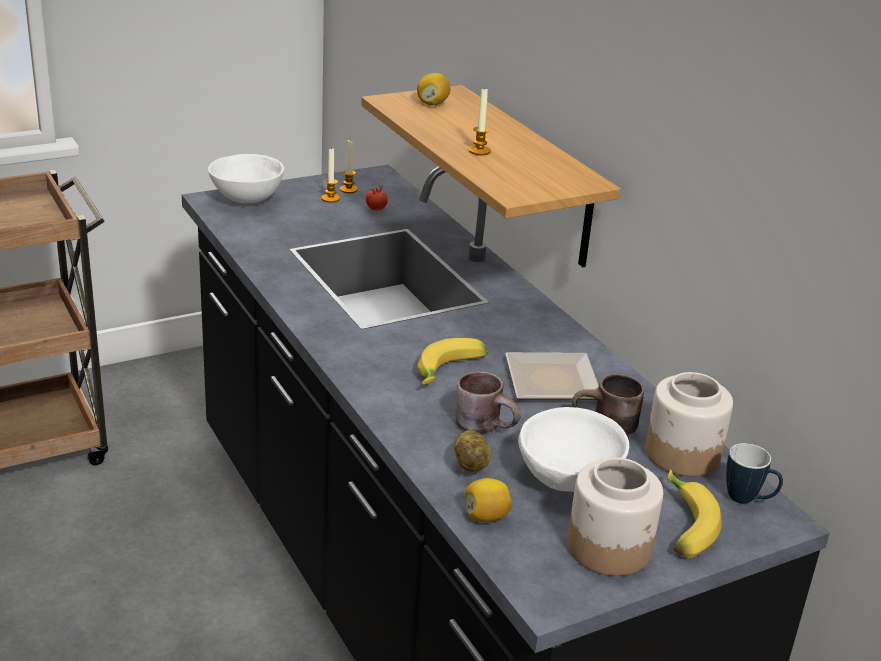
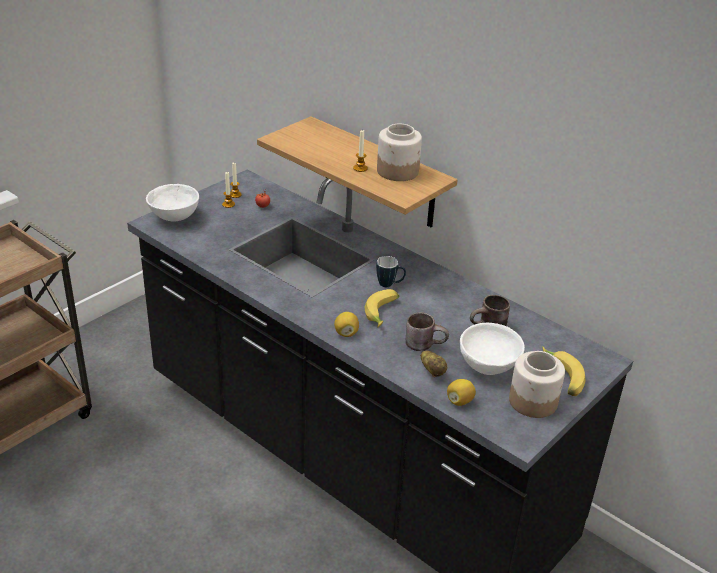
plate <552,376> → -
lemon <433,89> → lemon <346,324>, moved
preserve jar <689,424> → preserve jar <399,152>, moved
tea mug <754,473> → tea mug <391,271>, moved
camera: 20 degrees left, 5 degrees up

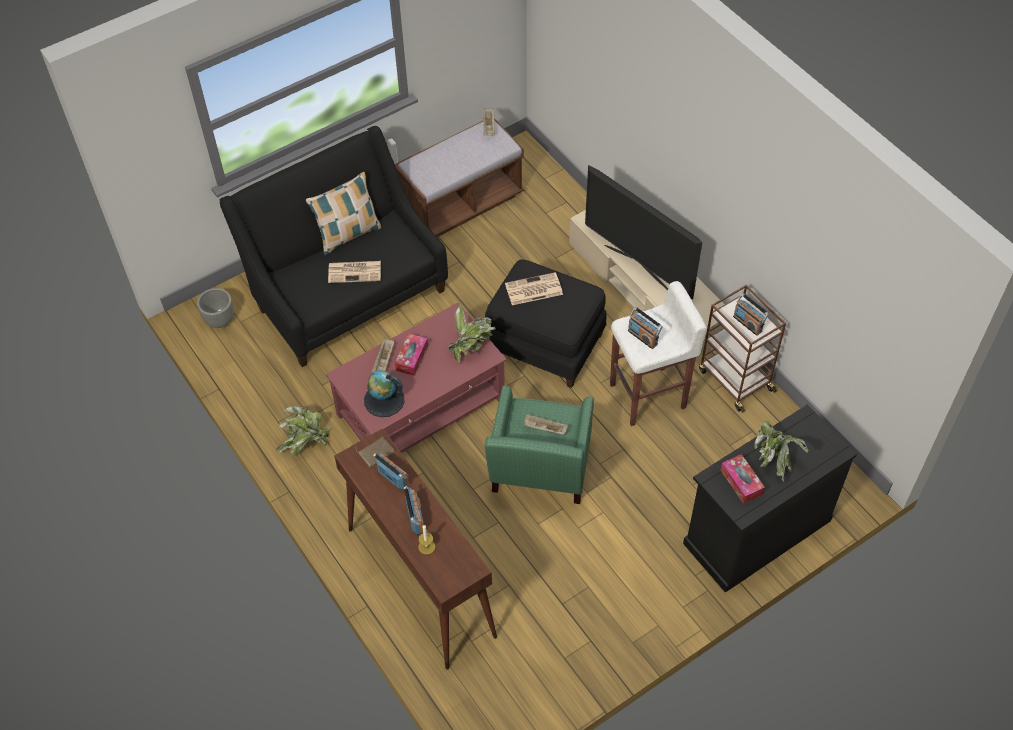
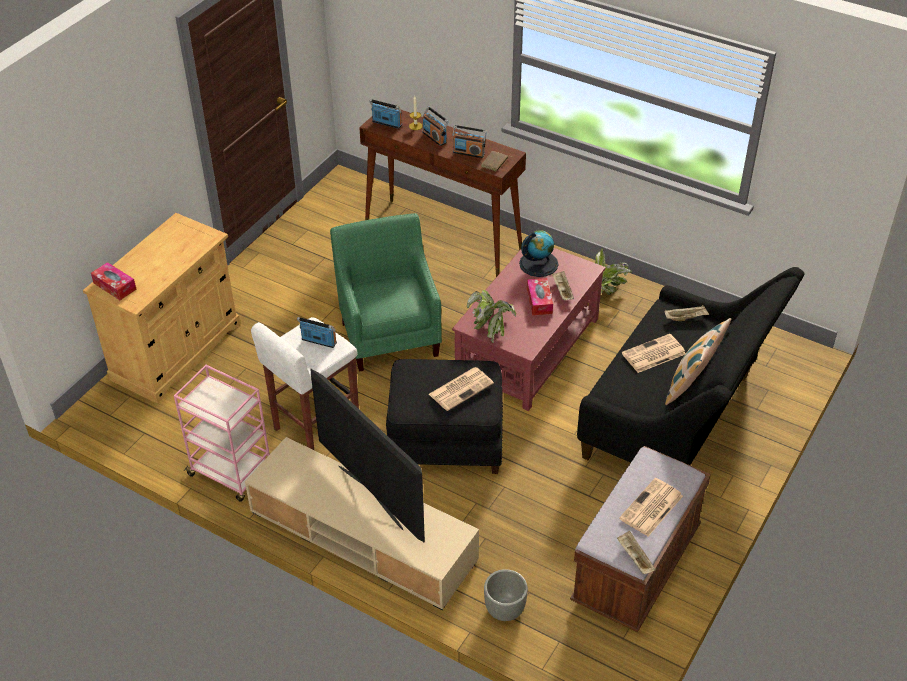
potted plant <781,450> → -
- → daily paper <651,507>
grey flower pot <215,308> → grey flower pot <506,595>, moved
sand-coloured serving tray <546,424> → sand-coloured serving tray <687,313>, moved
tissue box <742,479> → tissue box <113,281>, moved
radio set <751,314> → radio set <385,114>, moved
black-coloured storage cabinet <770,499> → sand-coloured storage cabinet <161,308>
brown-coloured cart <742,349> → pinkish cart <222,433>
TV <643,232> → TV <367,455>, 150 degrees counterclockwise
camera: 155 degrees right, 10 degrees down

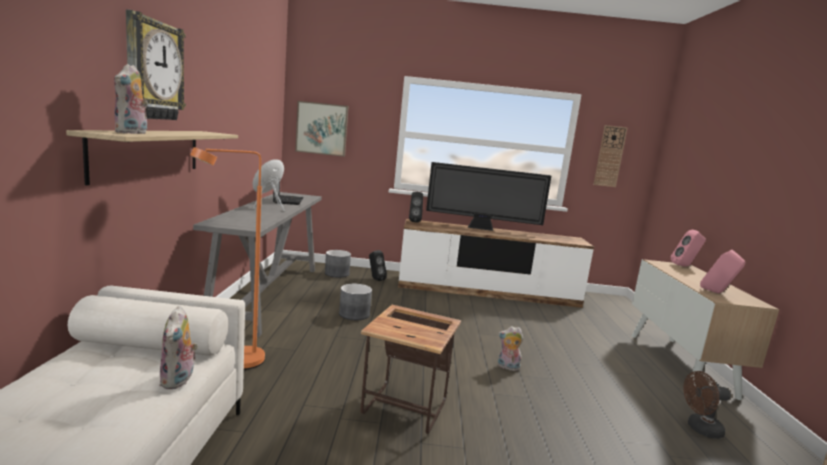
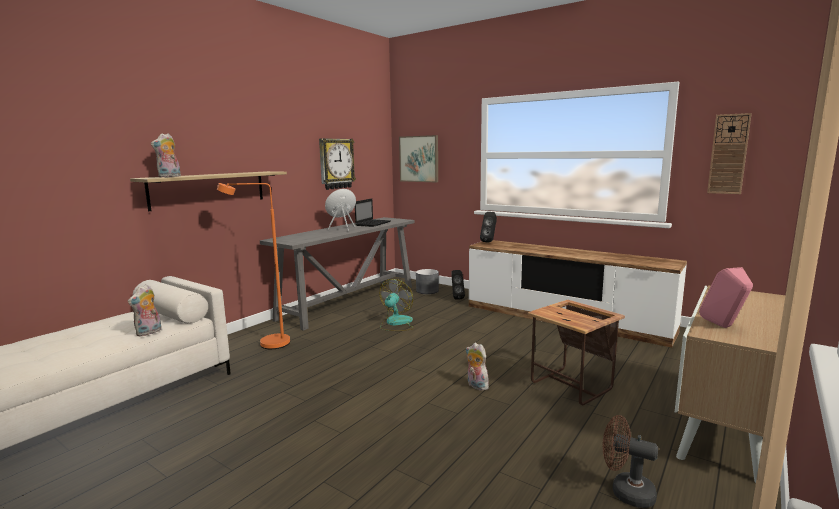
TV <488,196> → -
pinkish loudspeaker <688,248> → -
wall clock <156,65> → wall clock <337,164>, moved
end table <411,369> → end table <576,352>, moved
grey flower pot <355,302> → fan <396,305>
camera: 35 degrees right, 0 degrees up

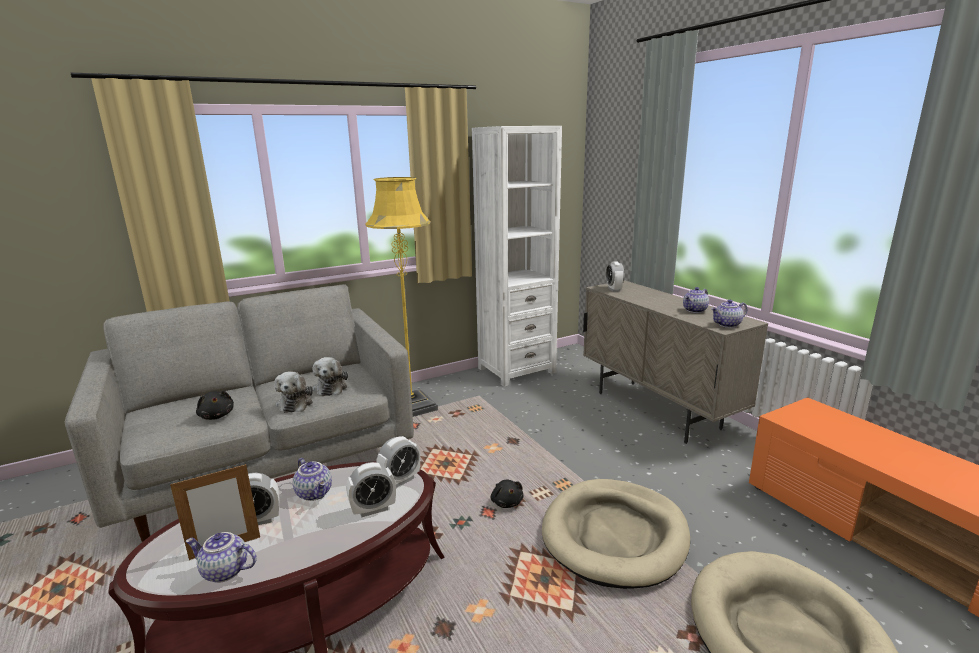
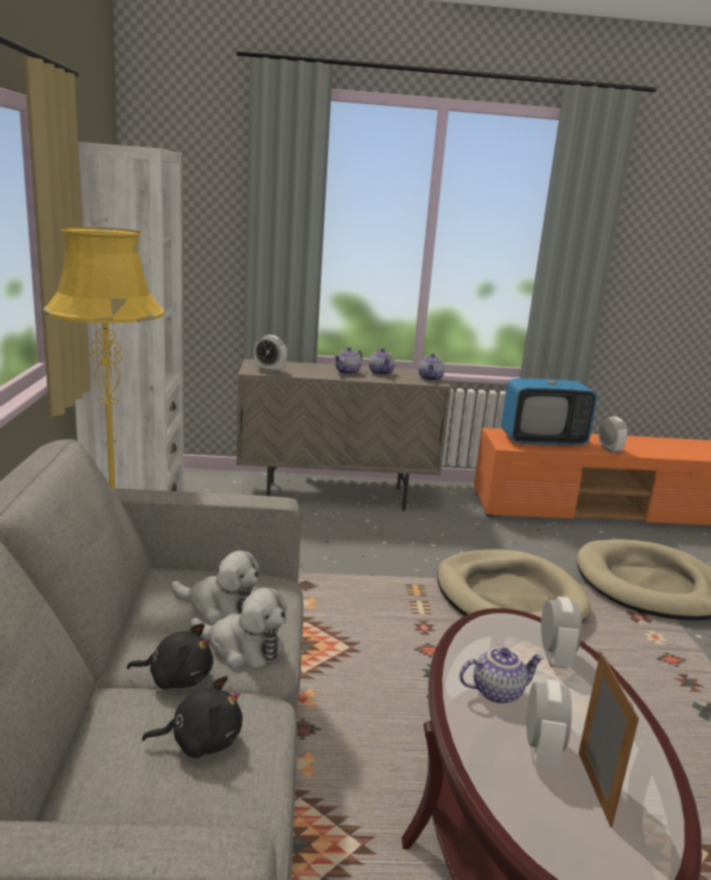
- → TV <549,394>
pot for tea <221,557> → pot for tea <348,361>, moved
alarm clock <398,462> → alarm clock <613,434>, moved
black-coloured cuddly toy <507,494> → black-coloured cuddly toy <170,656>, moved
camera: 65 degrees left, 0 degrees up

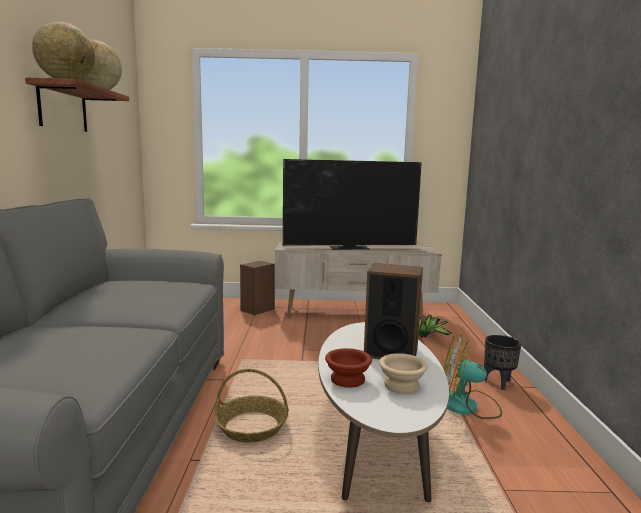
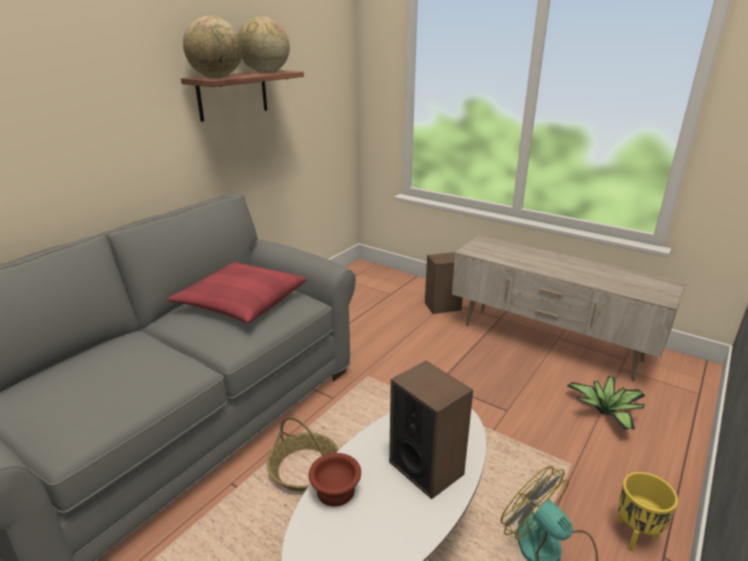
TV <352,204> → -
sand-coloured deep dish <403,373> → -
- → red cushion <237,292>
black-coloured flower pot <502,362> → yellowish flower pot <648,512>
camera: 35 degrees right, 15 degrees up

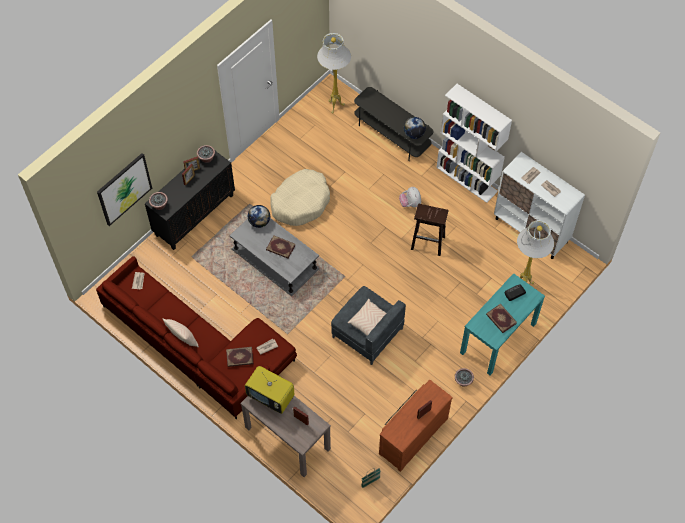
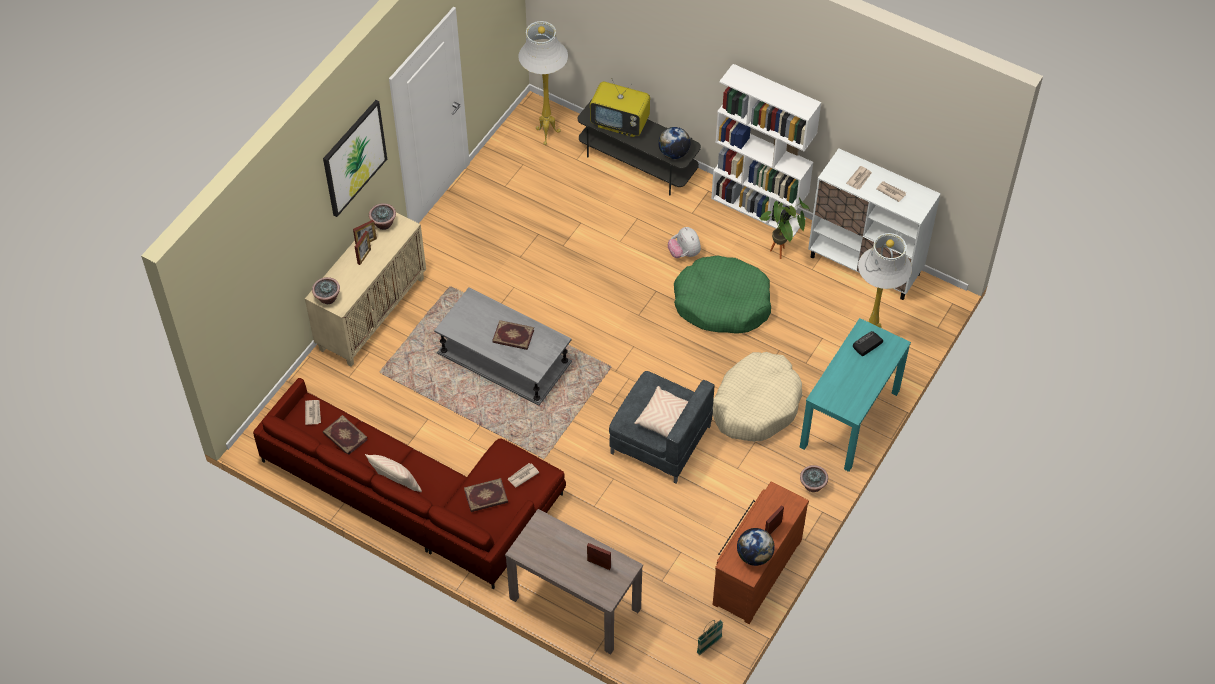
- → potted plant <785,228>
picture <124,189> → picture <355,158>, moved
TV <269,390> → TV <620,107>, moved
desk globe <259,216> → desk globe <756,547>, moved
sand-coloured dog cushion <300,197> → sand-coloured dog cushion <758,397>, moved
book <501,318> → book <345,435>, moved
brown-coloured stool <429,230> → green-coloured dog cushion <722,294>
black-coloured storage cabinet <190,200> → sand-coloured storage cabinet <365,289>
camera: 10 degrees left, 5 degrees down

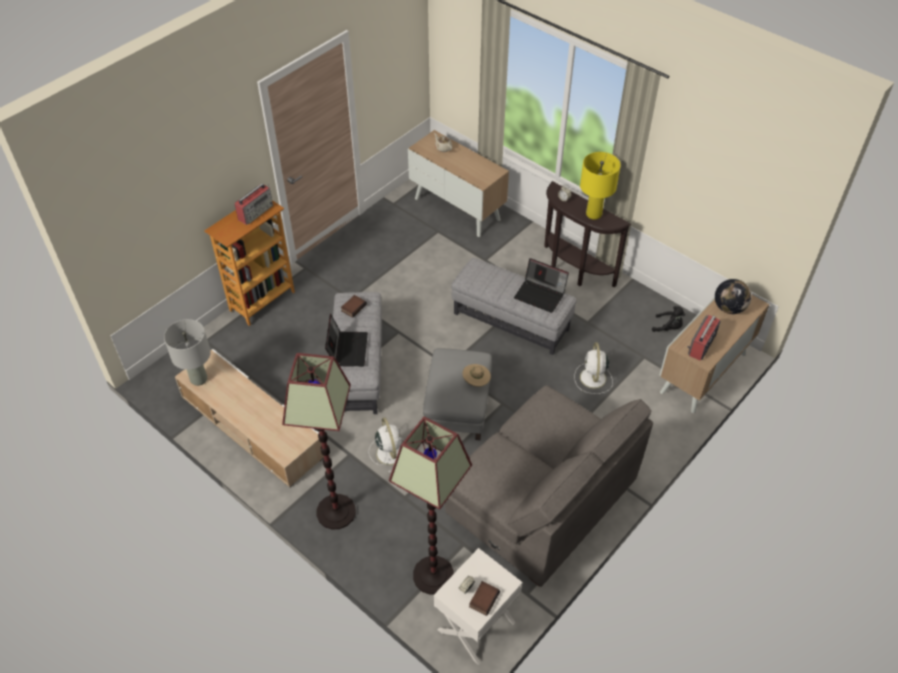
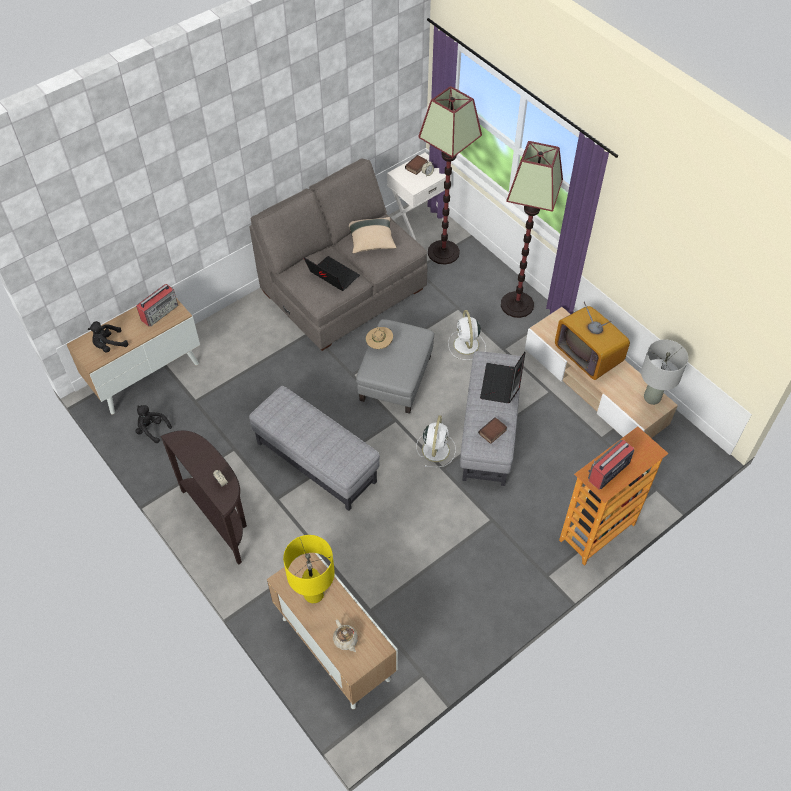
- → sand-coloured cushion <373,235>
- → TV <592,341>
laptop <541,285> → laptop <332,273>, moved
whitish fan <593,368> → whitish fan <436,441>, moved
yellowish lamp for a table <600,186> → yellowish lamp for a table <309,569>, moved
desk globe <733,296> → black-coloured cuddly toy <108,337>
camera: 170 degrees left, 5 degrees up

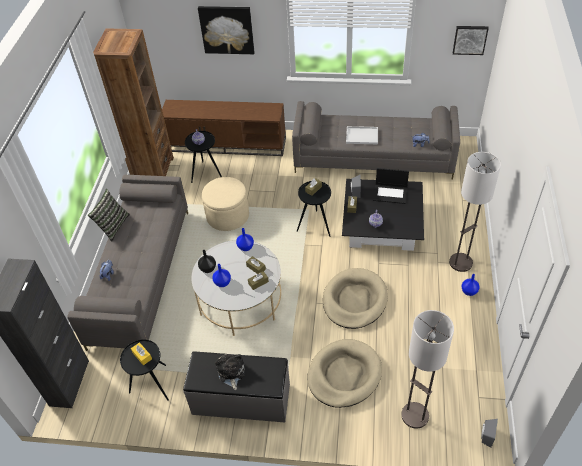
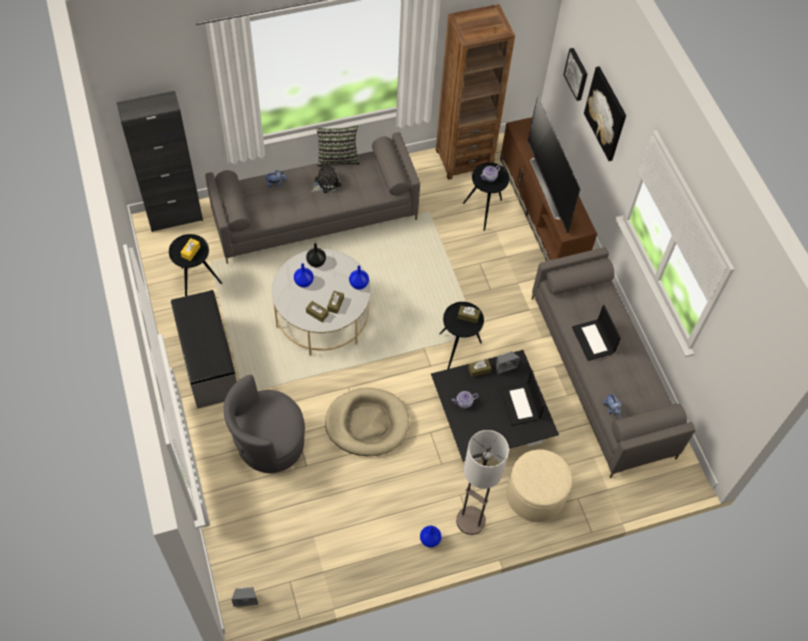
floor lamp <427,369> → -
- → TV <554,164>
sand-coloured pouffe <225,204> → sand-coloured pouffe <539,485>, moved
cuddly toy <230,372> → cuddly toy <326,177>, moved
picture <471,40> → picture <576,74>, moved
sand-coloured dog cushion <345,373> → grey lounge chair <264,424>
whitish serving tray <362,135> → laptop <596,333>
camera: 60 degrees right, 10 degrees up

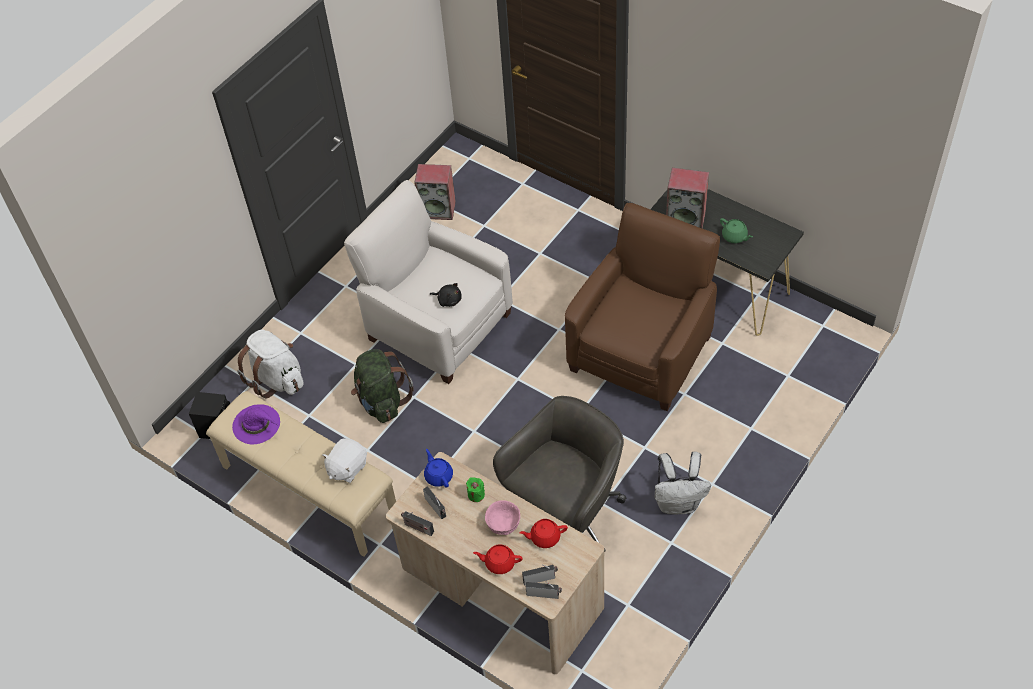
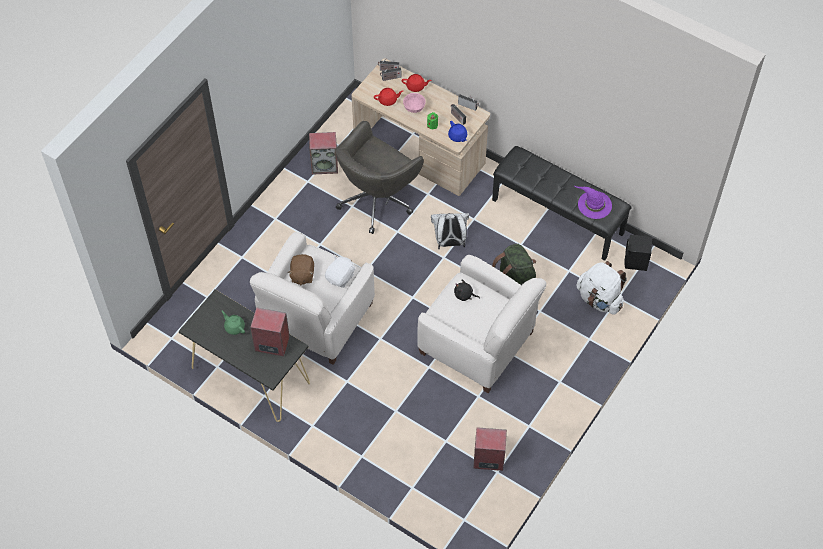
- → brown-coloured cuddly toy <301,269>
- → loudspeaker <323,153>
whitish cuddly toy <344,460> → whitish cuddly toy <340,271>, moved
whitish rucksack <683,483> → whitish rucksack <450,231>, moved
sand-coloured indoor bench <301,474> → black-coloured indoor bench <562,203>
brown-coloured lounge chair <642,307> → whitish lounge chair <312,298>
camera: 175 degrees right, 5 degrees up

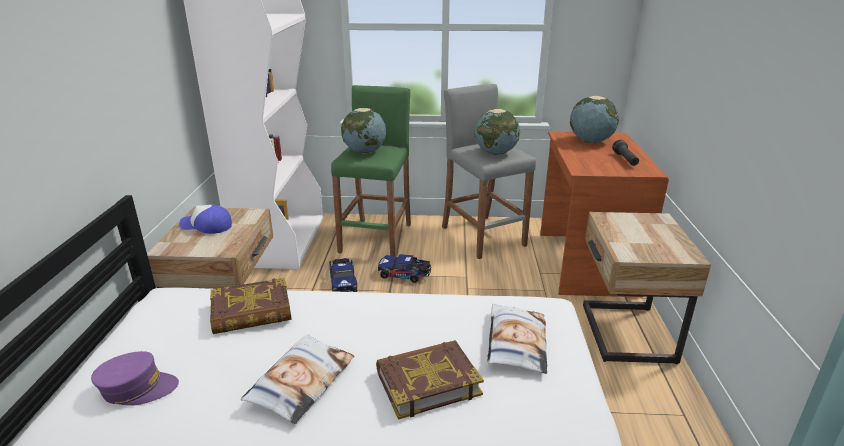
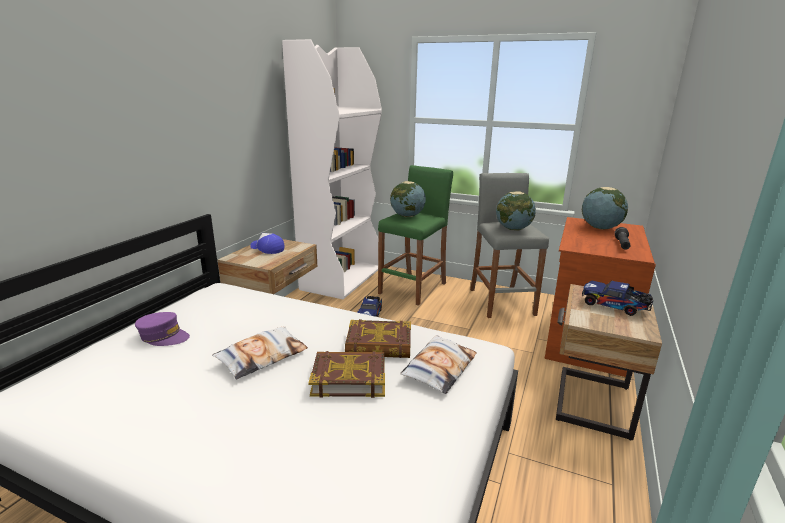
book <251,306> → book <378,338>, moved
toy truck <404,268> → toy truck <617,298>, moved
camera: 20 degrees right, 5 degrees down

